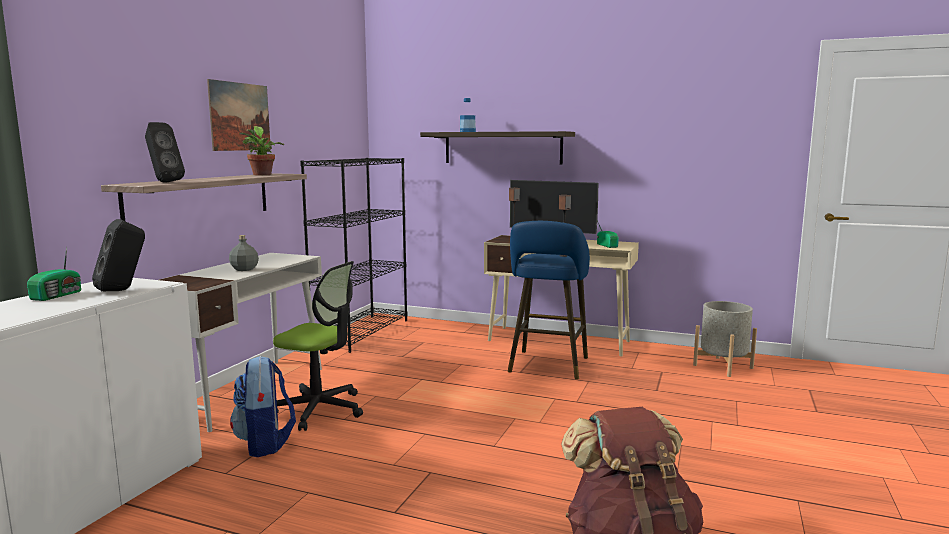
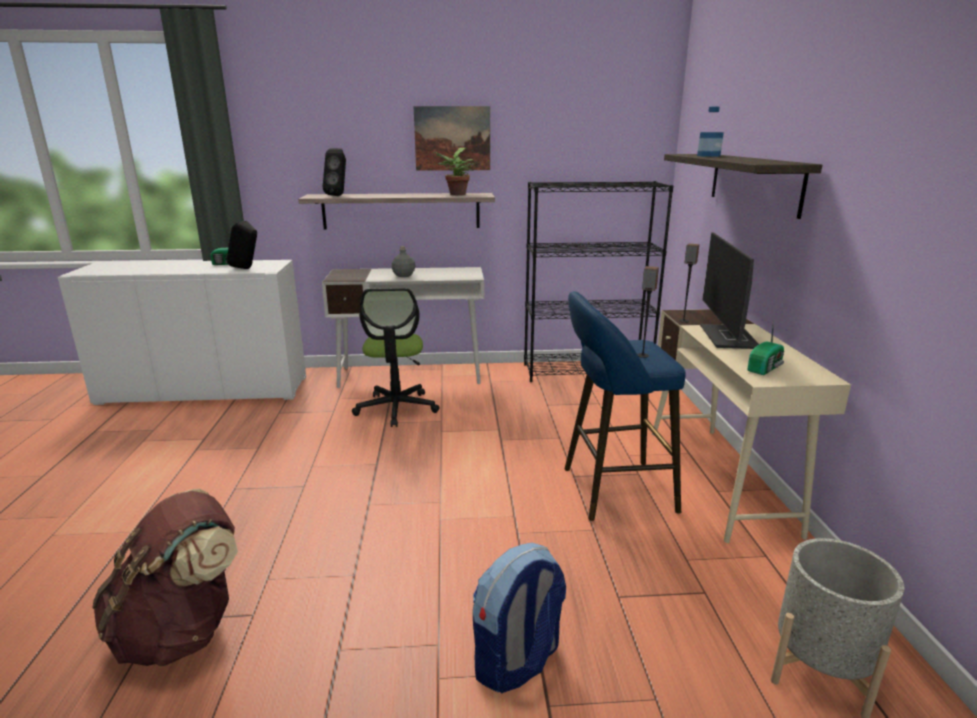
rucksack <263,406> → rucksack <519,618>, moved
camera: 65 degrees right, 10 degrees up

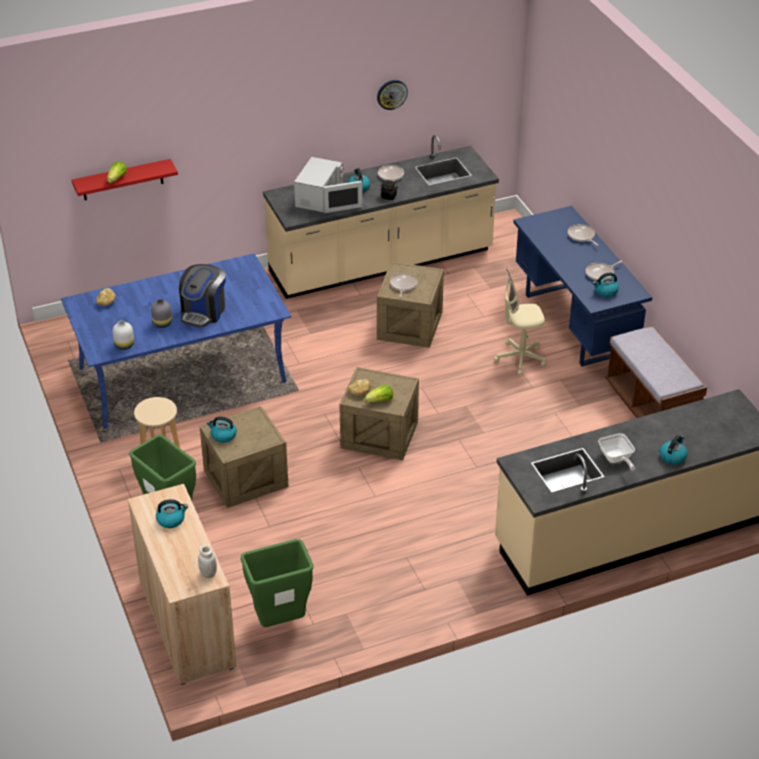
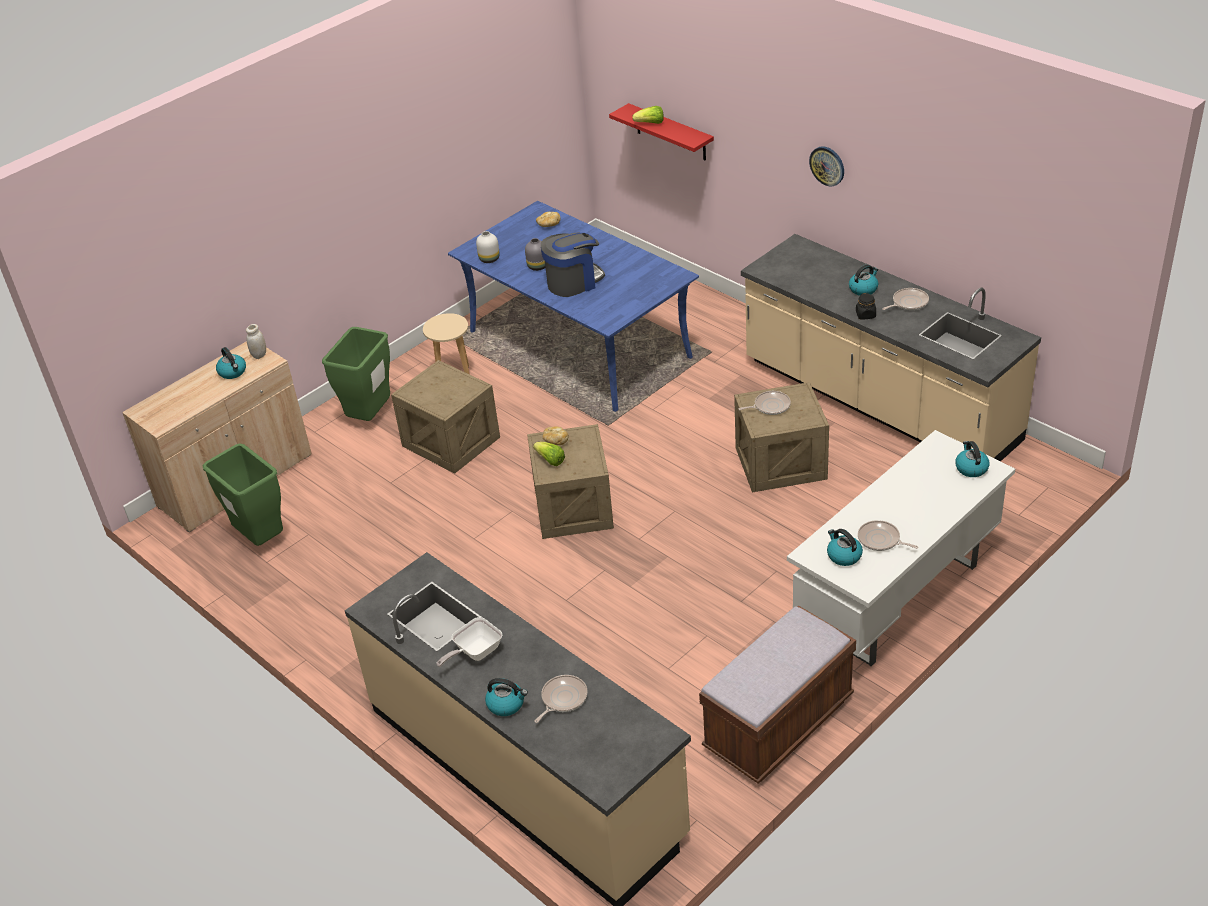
whitish microwave oven <328,185> → -
sand-coloured office chair <520,322> → -
whitish preserve jar <207,561> → whitish preserve jar <256,341>, moved
water kettle <222,429> → water kettle <972,459>, moved
wall clock <392,95> → wall clock <826,166>, moved
frying pan <583,235> → frying pan <561,699>, moved
bluish desk <583,286> → whitish desk <901,548>
coffee brewer <202,296> → coffee brewer <573,265>, 150 degrees clockwise
camera: 70 degrees right, 0 degrees up

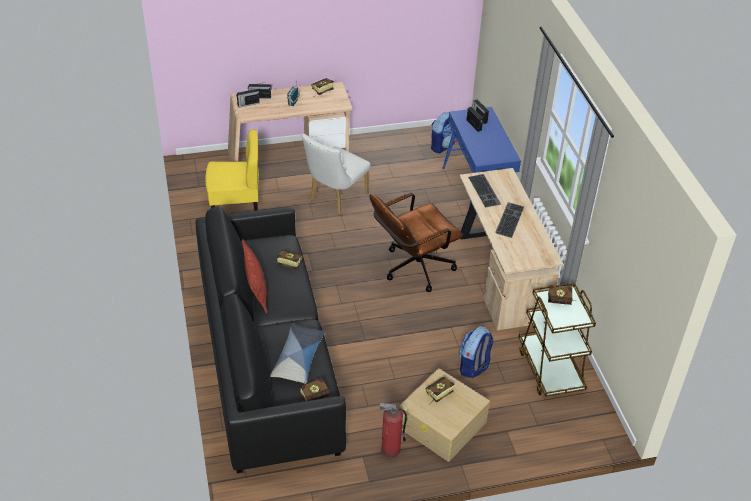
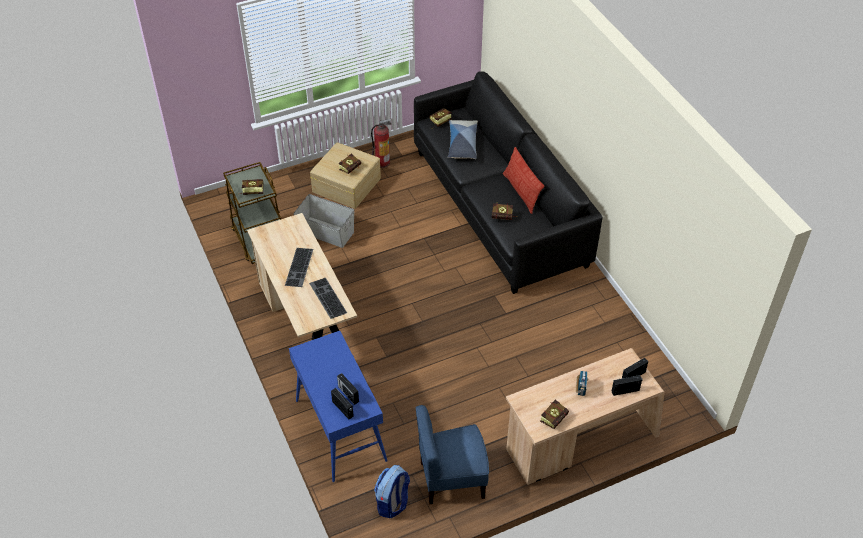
yellowish chair <232,170> → -
whitish chair <336,174> → -
brown-coloured office chair <416,242> → -
- → bluish chair <452,454>
rucksack <476,352> → grey storage container <324,221>
camera: 170 degrees right, 5 degrees up

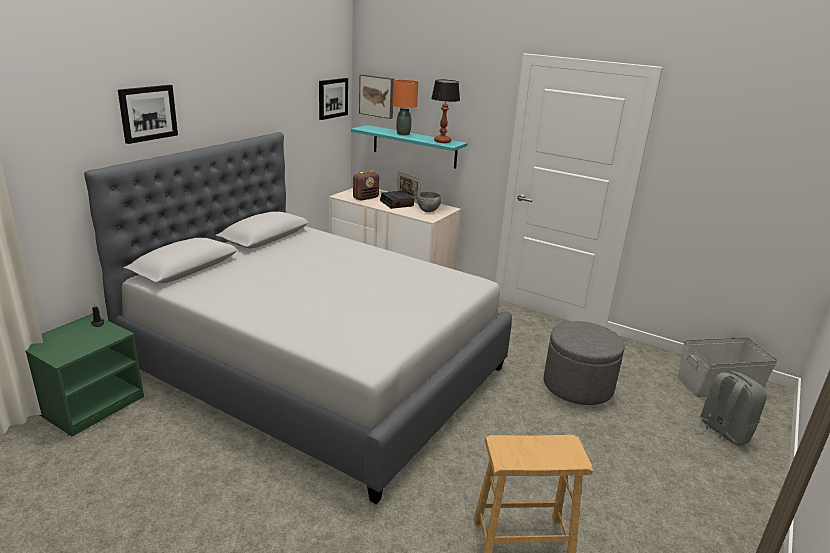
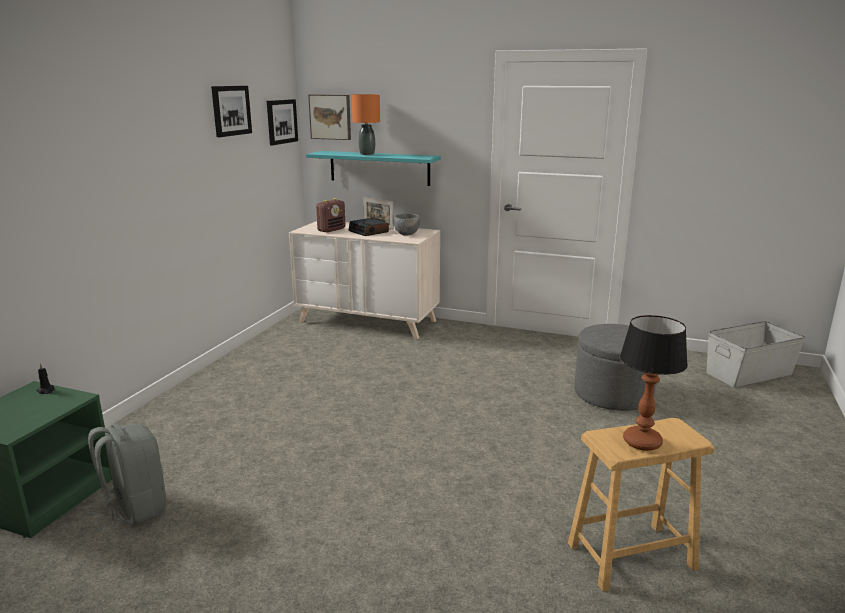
grey bedroom bed <298,318> → -
picture <148,114> → picture <231,111>, moved
lamp for a table <445,111> → lamp for a table <654,383>, moved
grey rucksack <731,408> → grey rucksack <127,477>, moved
camera: 10 degrees left, 5 degrees down

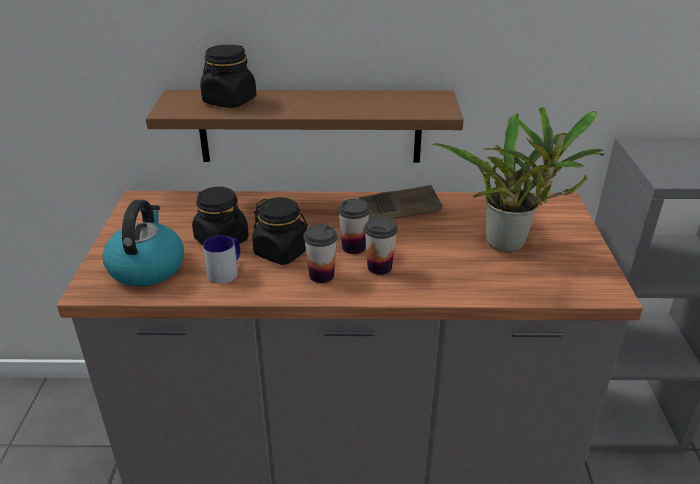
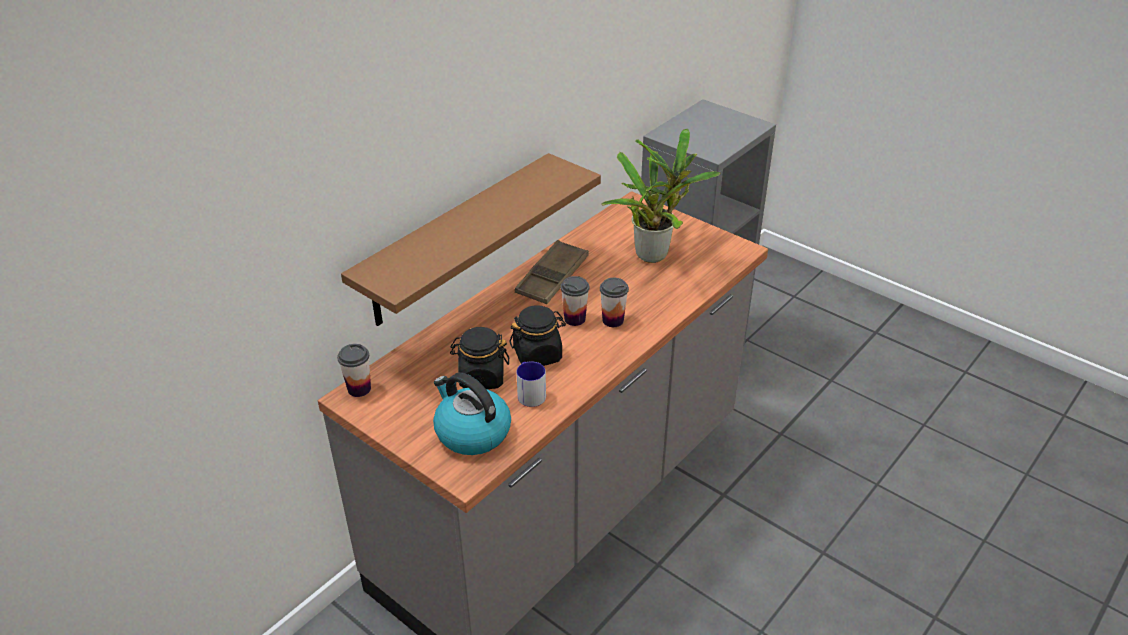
black-coloured preserve jar <228,76> → -
cup <320,253> → cup <354,370>, moved
camera: 50 degrees left, 5 degrees up

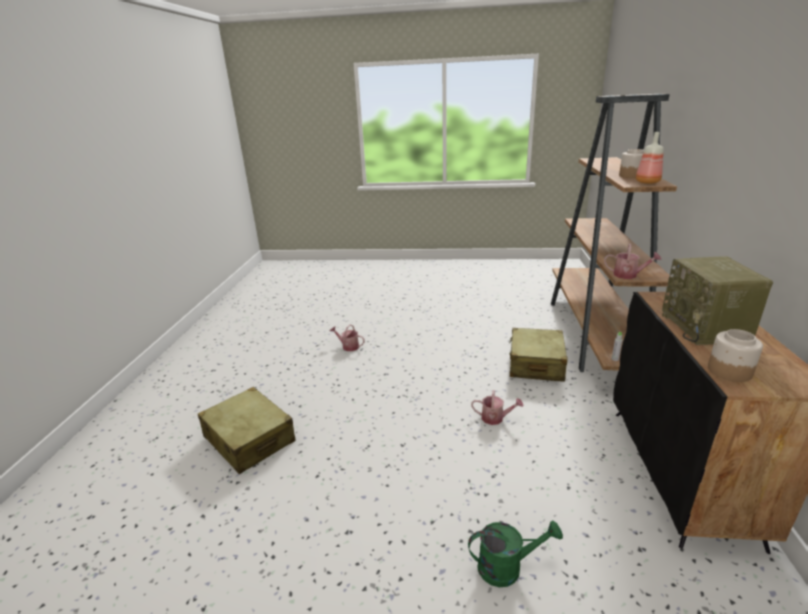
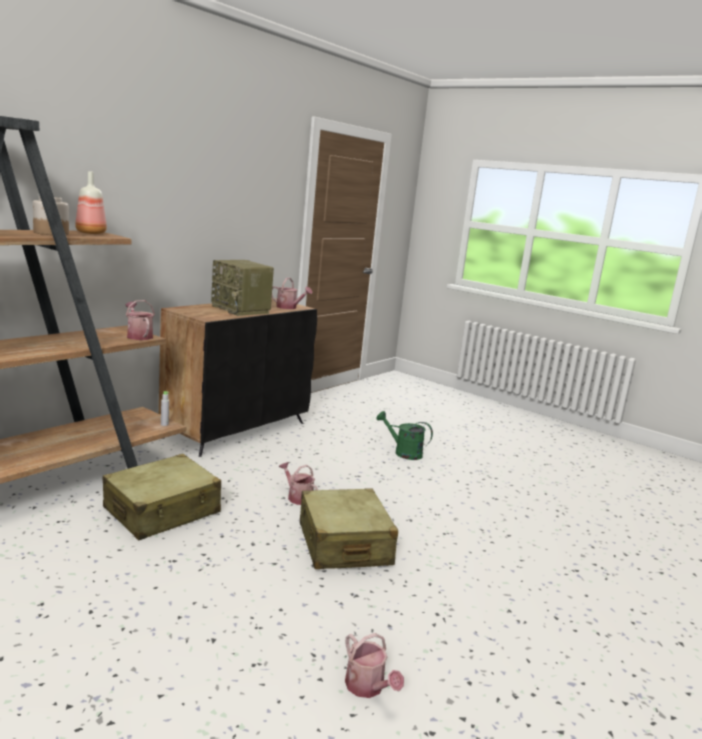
sand-coloured suitcase <247,430> → sand-coloured suitcase <349,528>, moved
preserve jar <735,355> → watering pot <292,293>
radio set <717,300> → radio set <242,288>, 105 degrees clockwise
camera: 150 degrees left, 10 degrees down

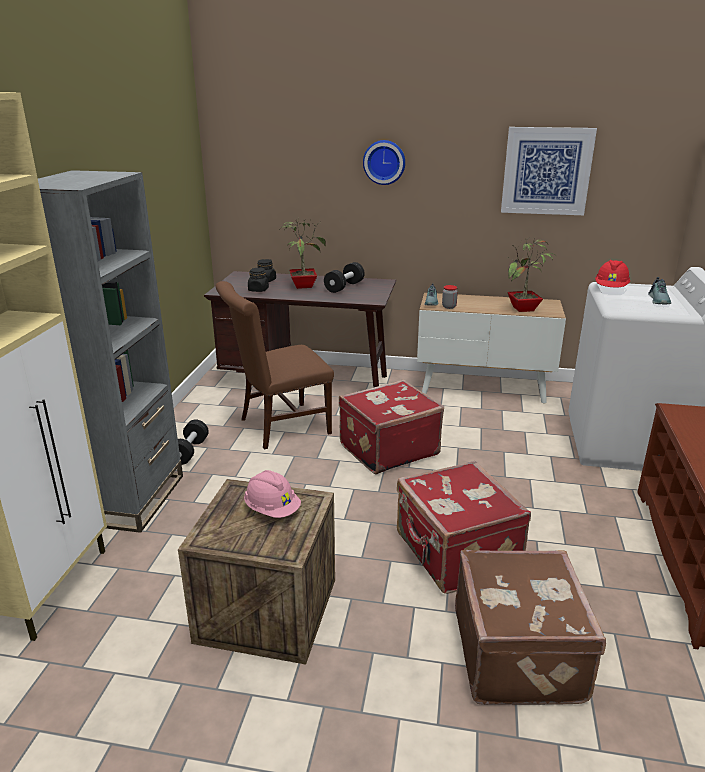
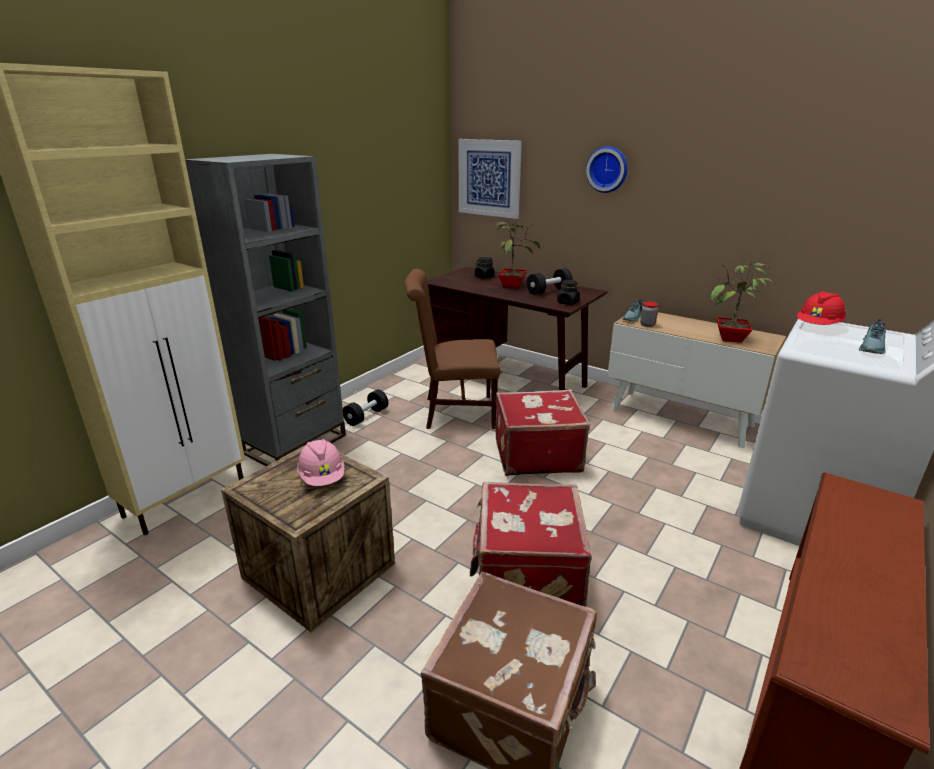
black-coloured preserve jar <258,280> → black-coloured preserve jar <568,292>, moved
picture <549,171> → picture <490,179>, moved
camera: 25 degrees right, 0 degrees up

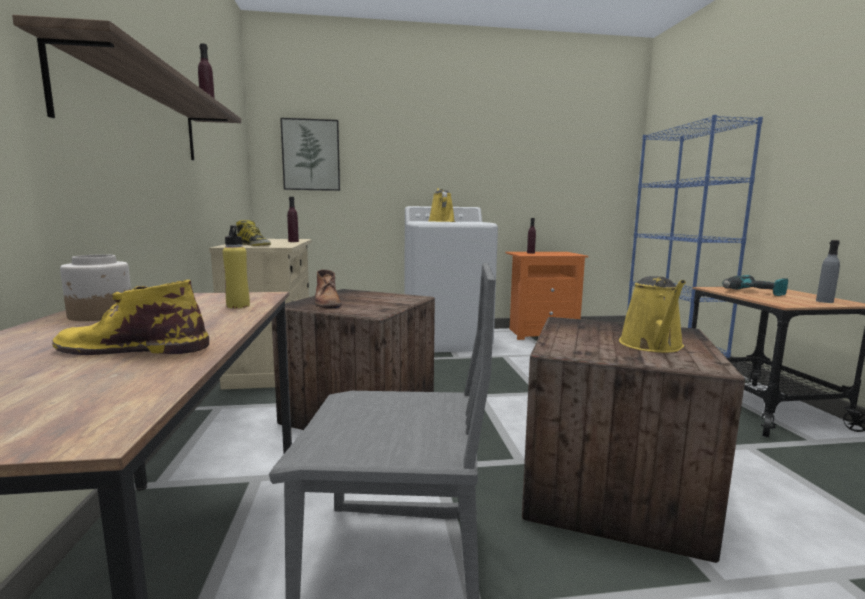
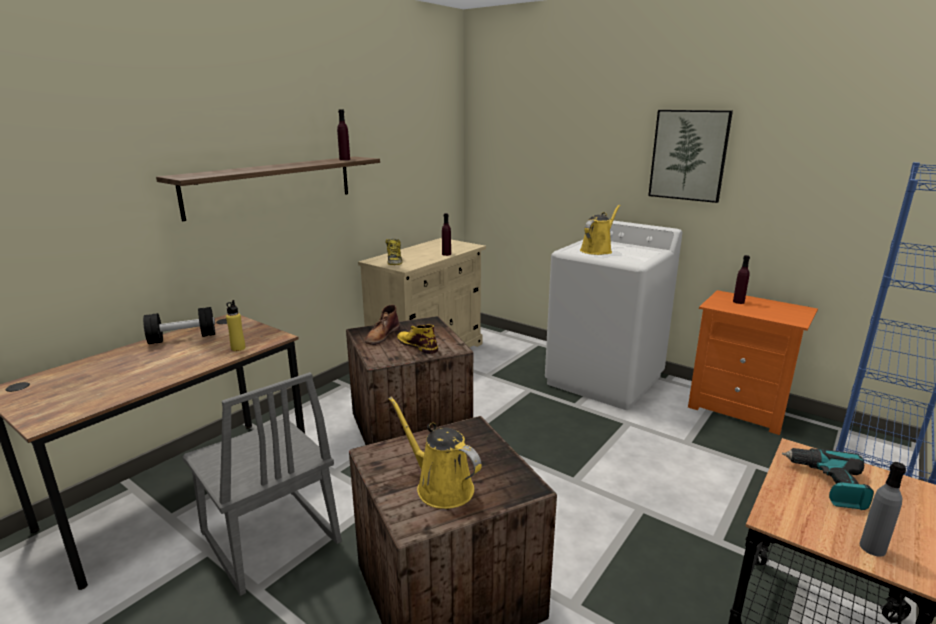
yellowish high-top boot <130,317> → yellowish high-top boot <417,339>, moved
picture <310,154> → picture <690,156>, moved
preserve jar <95,287> → black-coloured dumbbell <179,325>
yellowish watering pot <652,314> → yellowish watering pot <435,453>, 75 degrees clockwise
camera: 45 degrees right, 10 degrees up

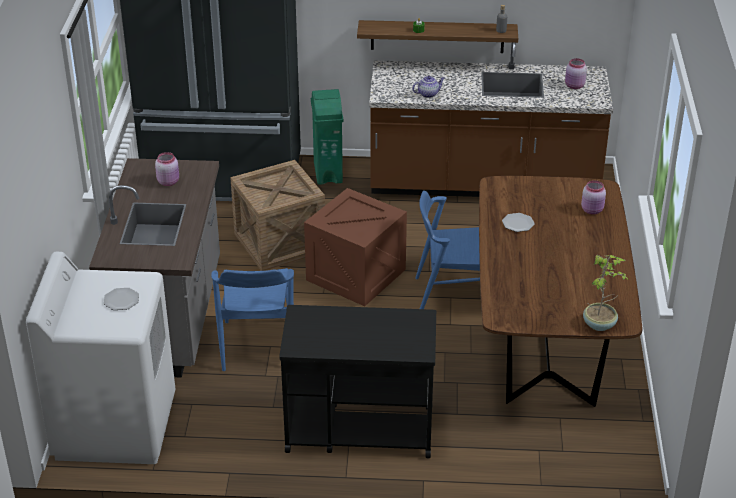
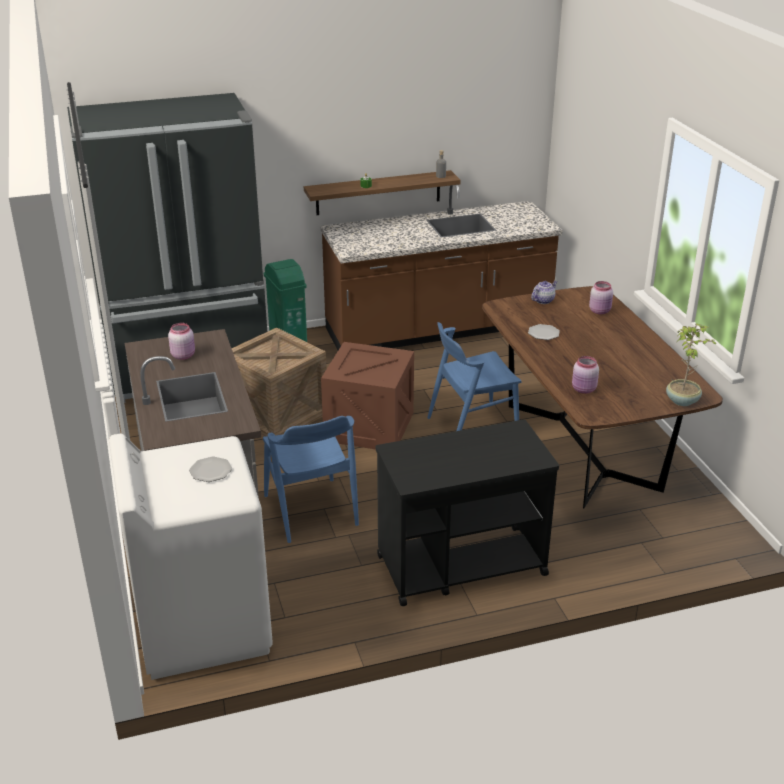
pot for tea <428,87> → pot for tea <544,292>, moved
pinkish preserve jar <576,73> → pinkish preserve jar <585,375>, moved
camera: 20 degrees left, 5 degrees down

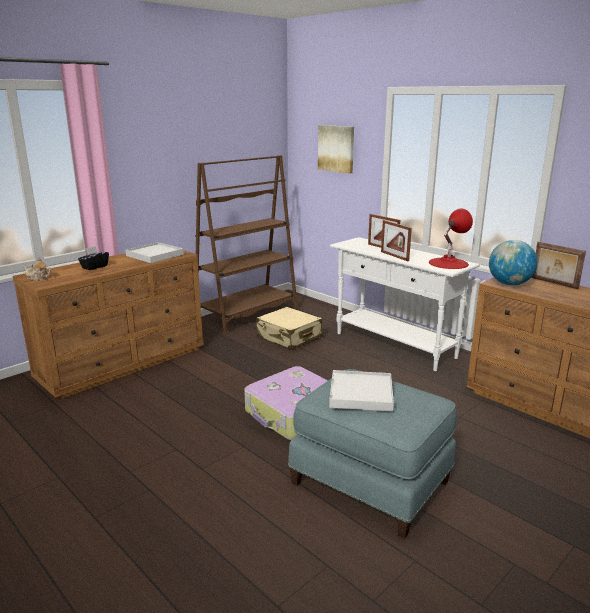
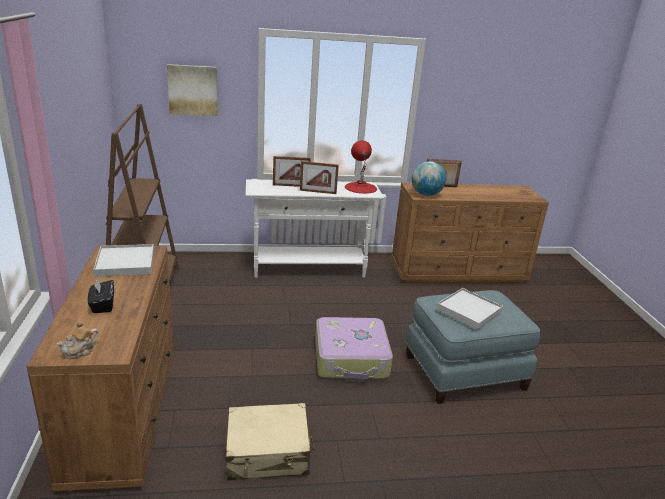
sand-coloured suitcase <289,328> → sand-coloured suitcase <270,441>, moved
camera: 55 degrees left, 5 degrees up

